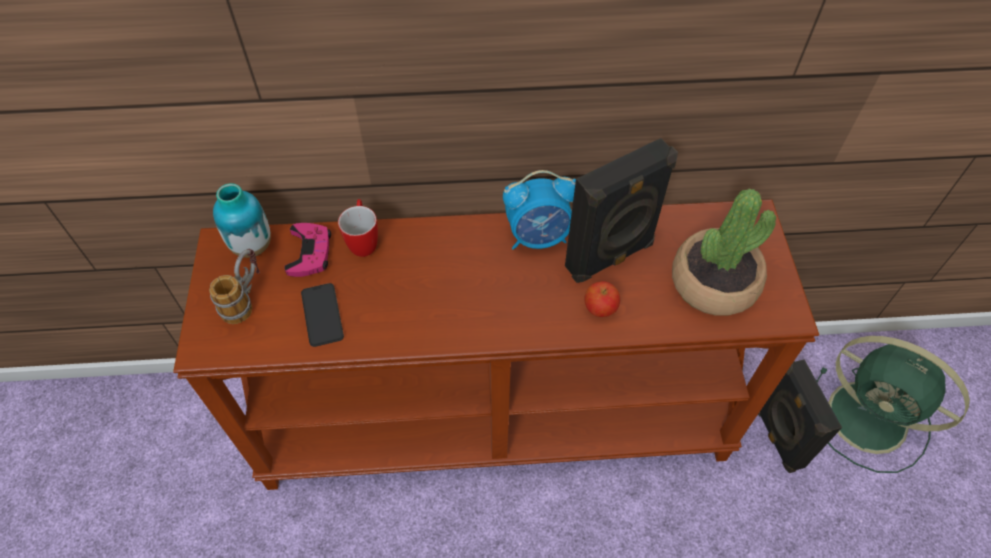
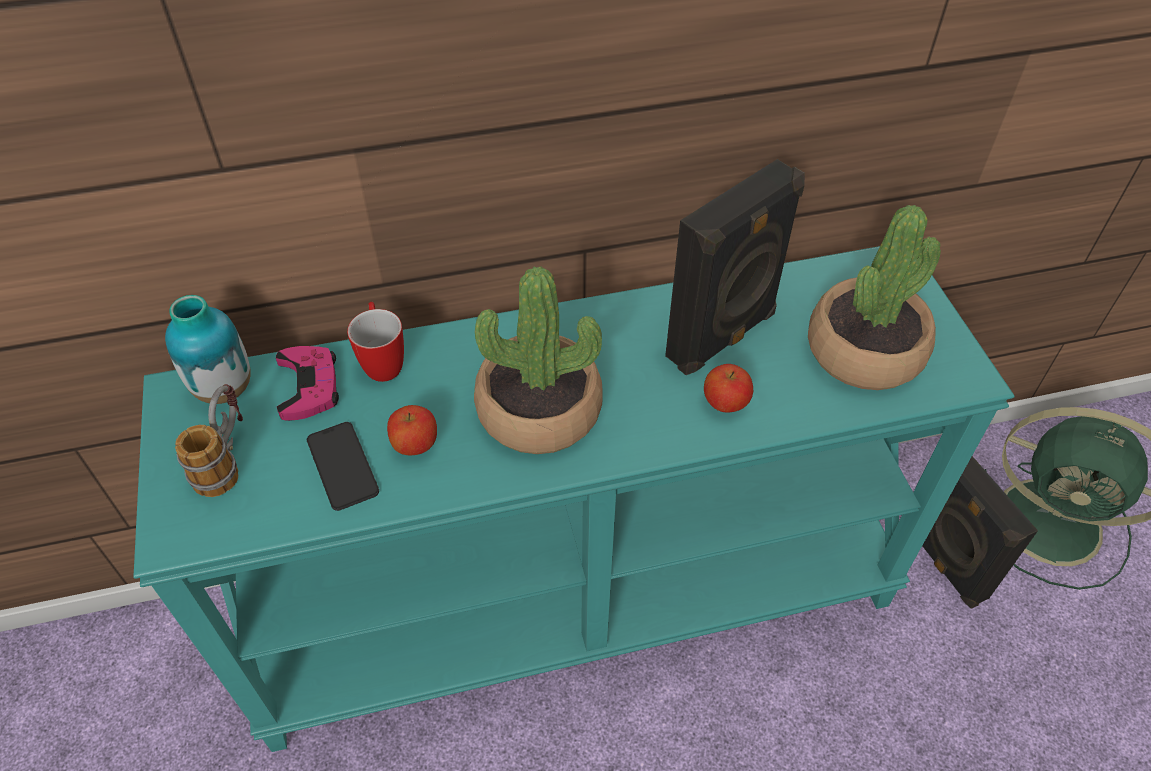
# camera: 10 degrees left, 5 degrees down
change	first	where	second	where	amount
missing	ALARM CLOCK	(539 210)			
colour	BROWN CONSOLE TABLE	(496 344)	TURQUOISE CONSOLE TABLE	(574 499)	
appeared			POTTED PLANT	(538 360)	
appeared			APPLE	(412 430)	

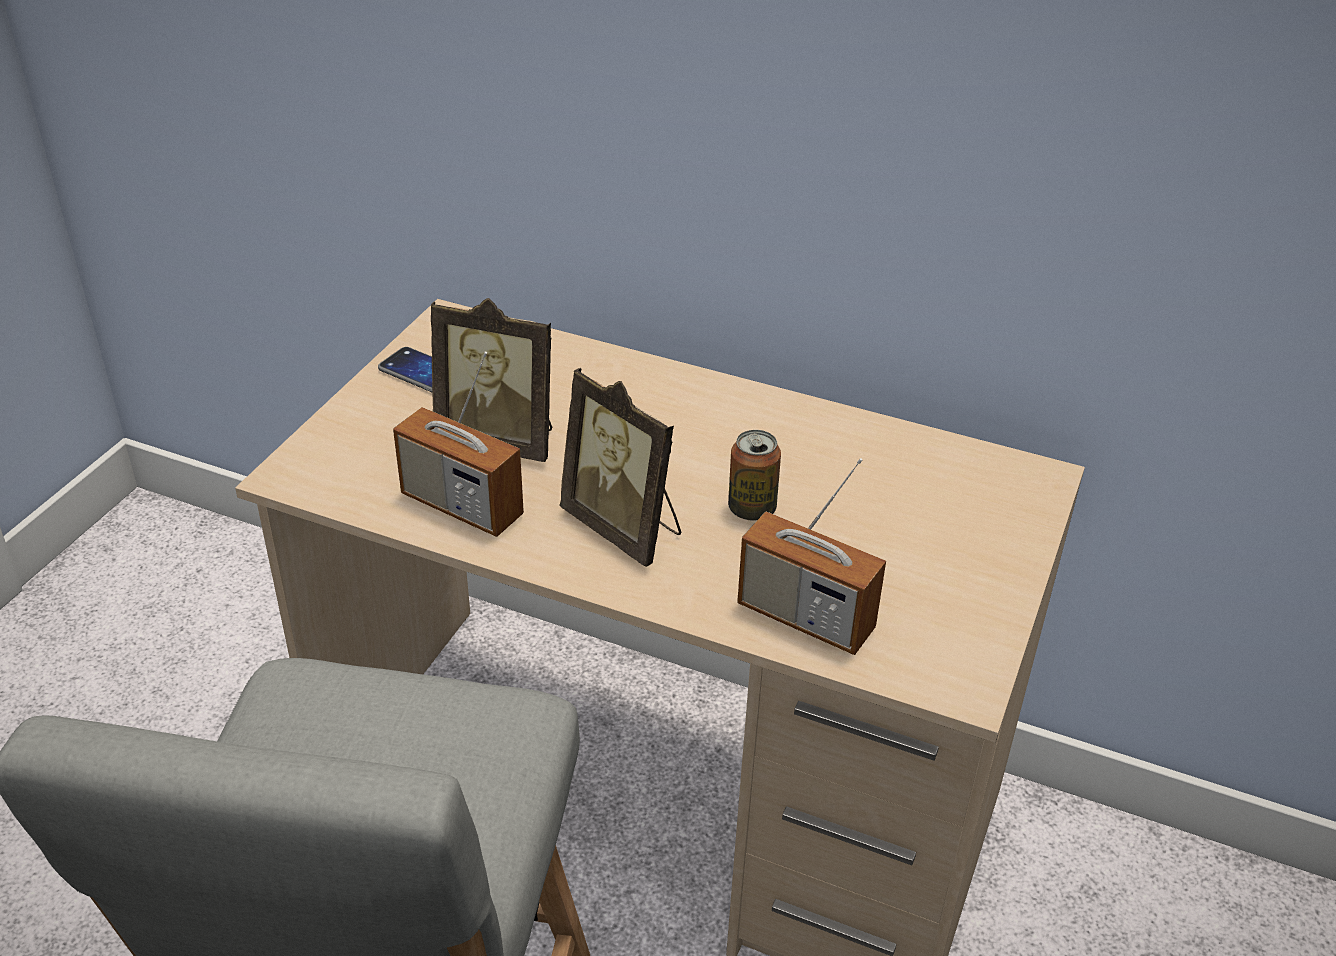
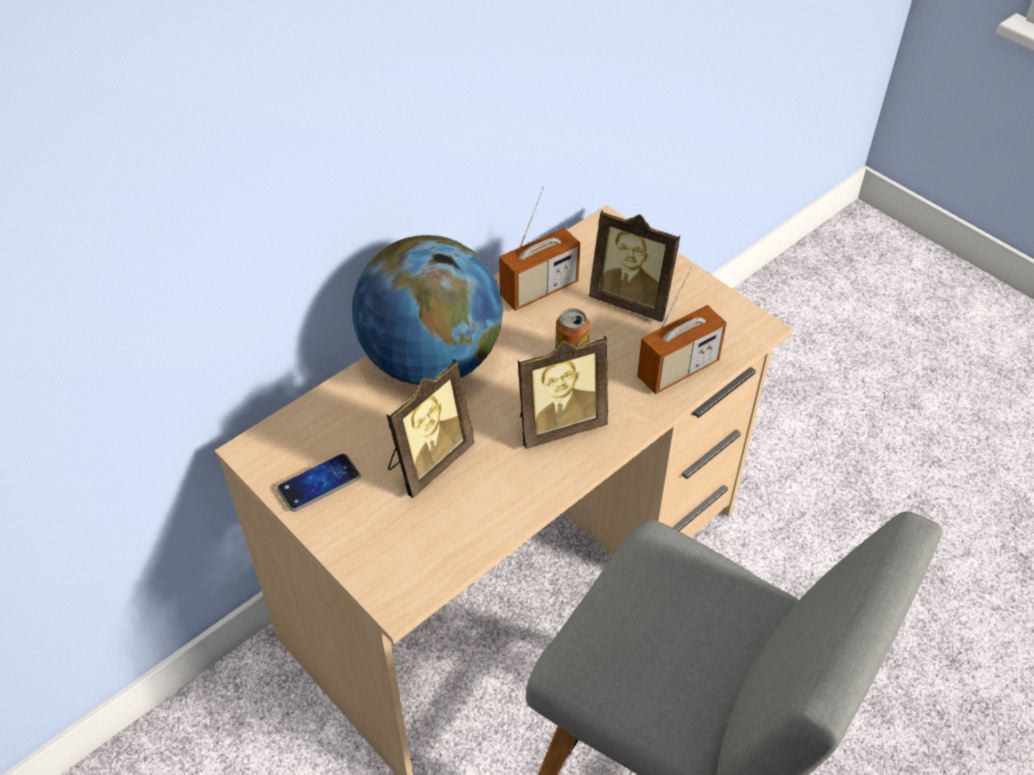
# camera: 65 degrees left, 10 degrees up
change	first	where	second	where	amount
relocated	RADIO	(458 444)		(540 249)	
appeared			PICTURE FRAME	(634 266)	
appeared			GLOBE	(427 310)	

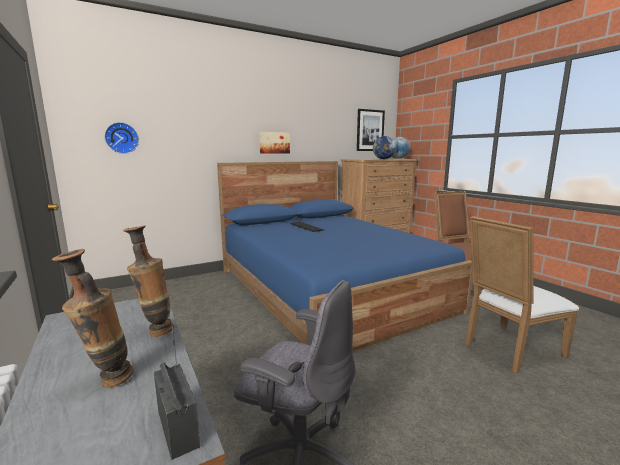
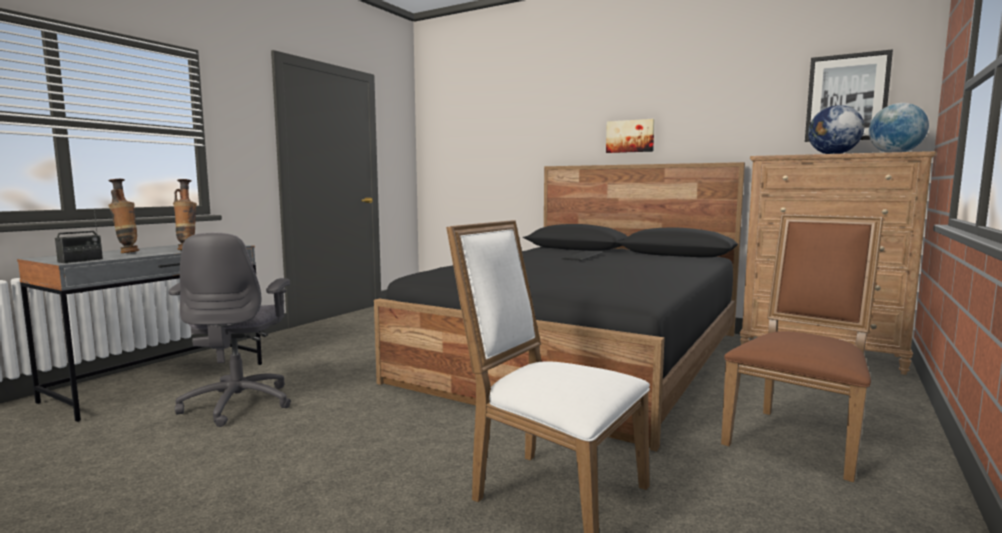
# camera: 60 degrees right, 5 degrees down
change	first	where	second	where	amount
missing	WALL CLOCK	(121 138)			
colour	BLUE BED	(344 256)	BLACK BED	(559 306)	

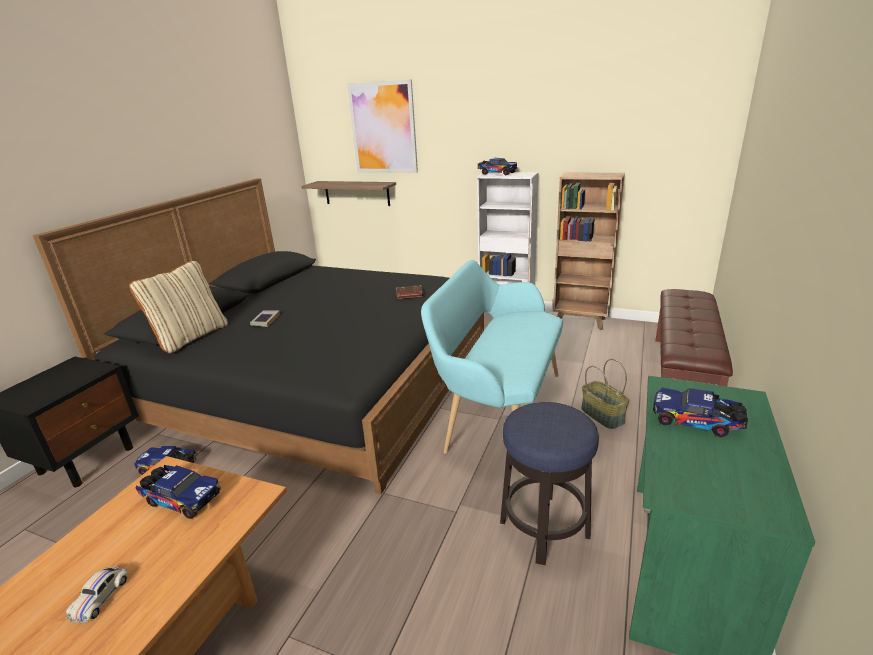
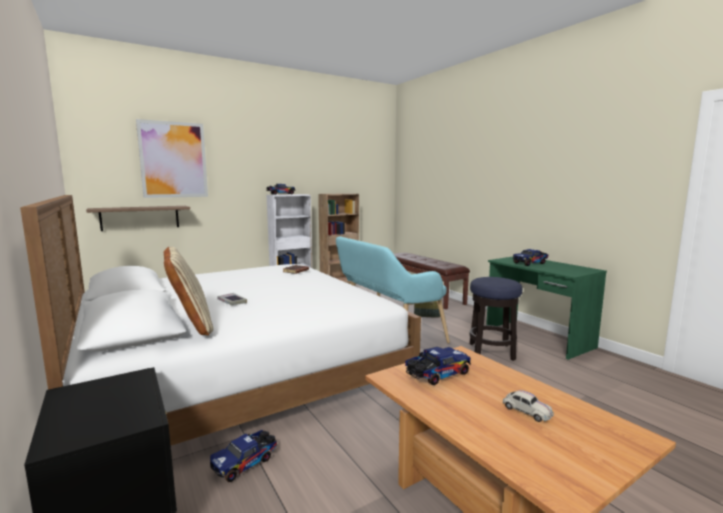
# camera: 55 degrees left, 15 degrees down
change	first	where	second	where	amount
colour	BLACK BED	(258 336)	WHITE BED	(220 320)	

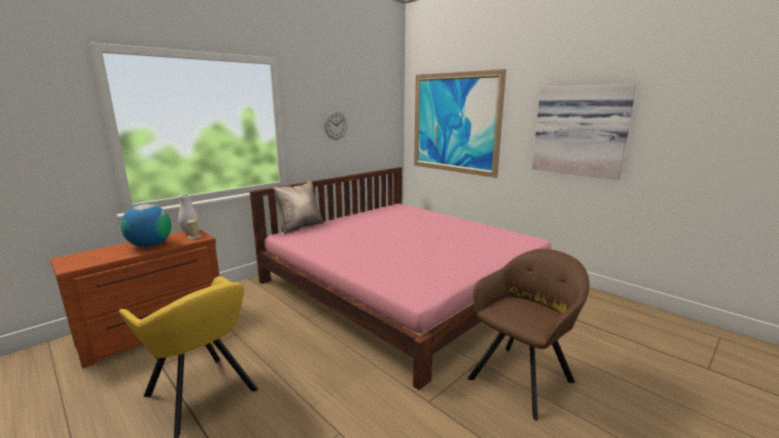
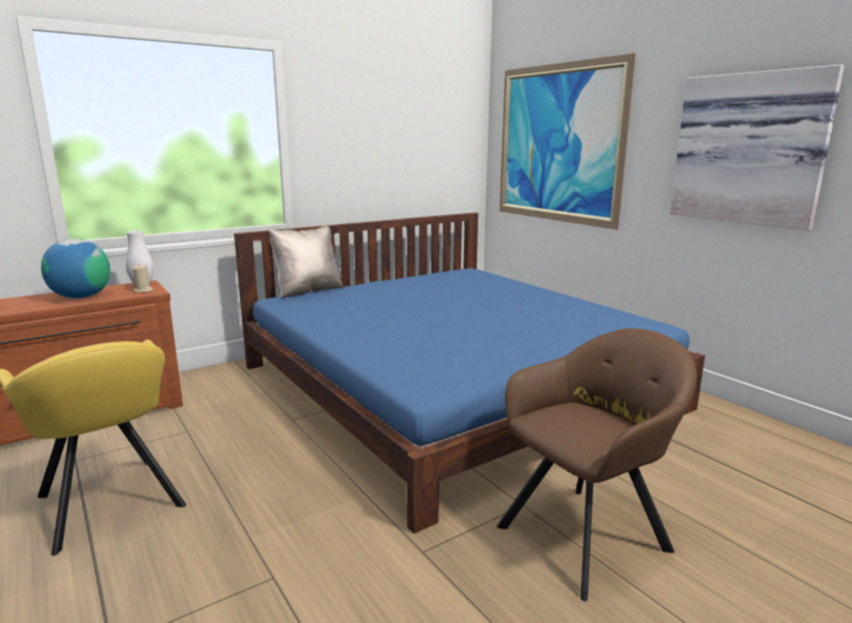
# camera: 10 degrees right, 0 degrees up
change	first	where	second	where	amount
missing	WALL CLOCK	(335 125)			
colour	PINK BED	(400 278)	BLUE BED	(469 372)	

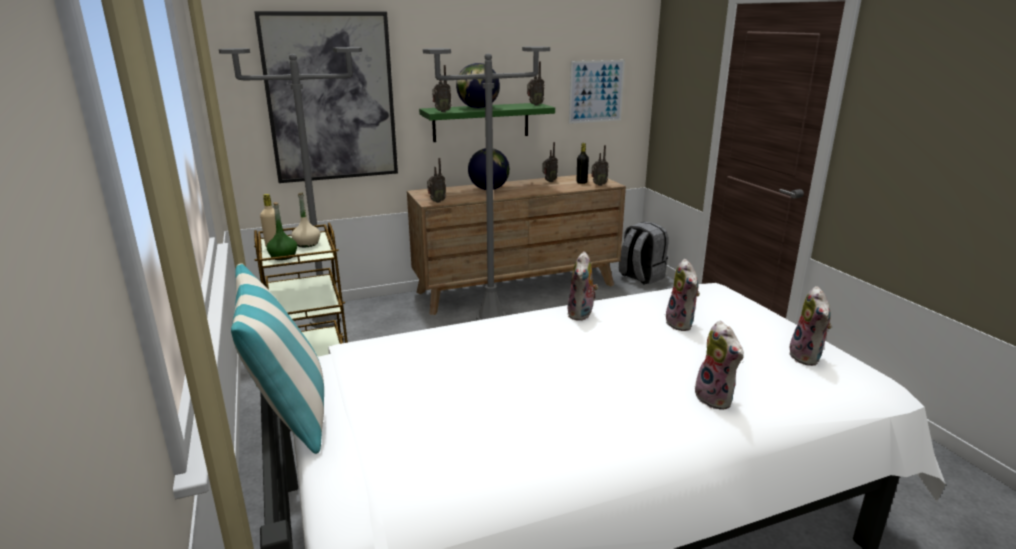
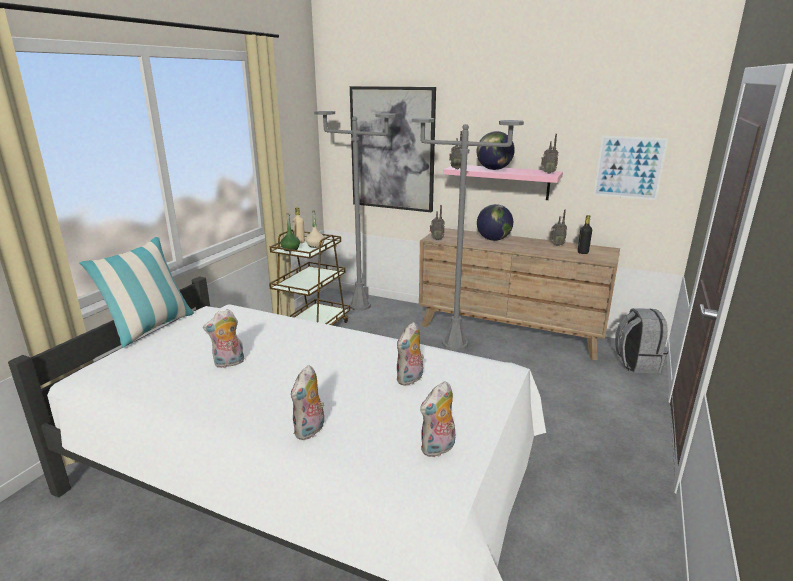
# camera: 45 degrees right, 0 degrees up
change	first	where	second	where	amount
colour	GREEN SHELF	(487 122)	PINK SHELF	(503 182)	
missing	RADIO	(600 165)			
relocated	PLUSH TOY	(582 286)		(223 338)	

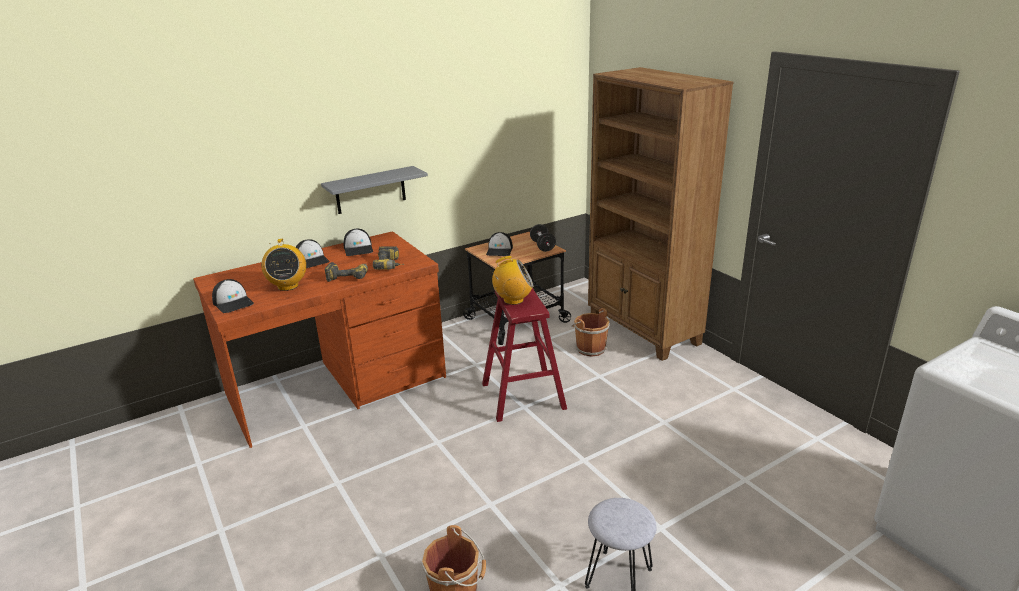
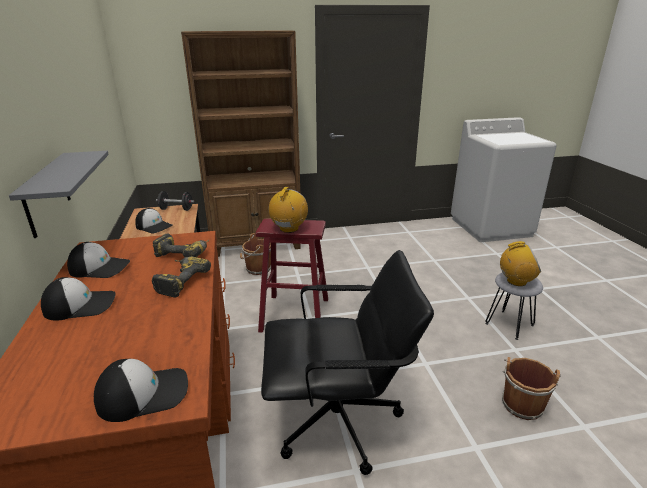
# camera: 70 degrees left, 0 degrees up
change	first	where	second	where	amount
relocated	RADIO	(283 265)		(520 263)	
appeared			BLACK OFFICE CHAIR	(347 362)	

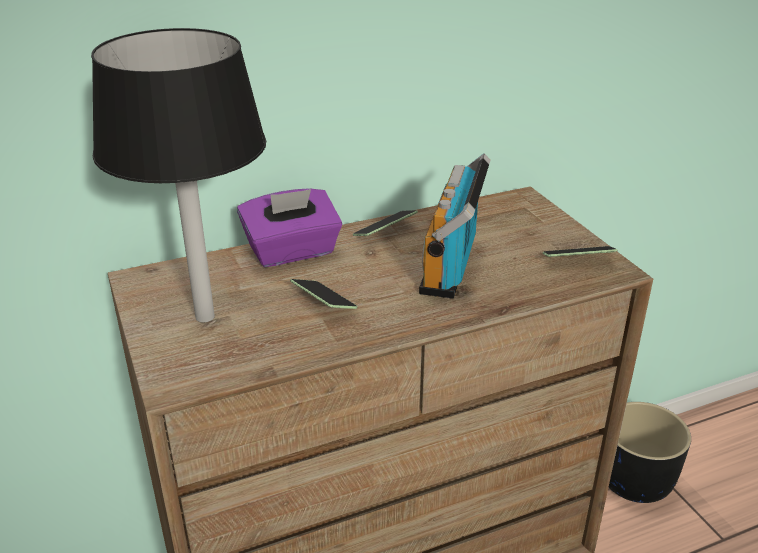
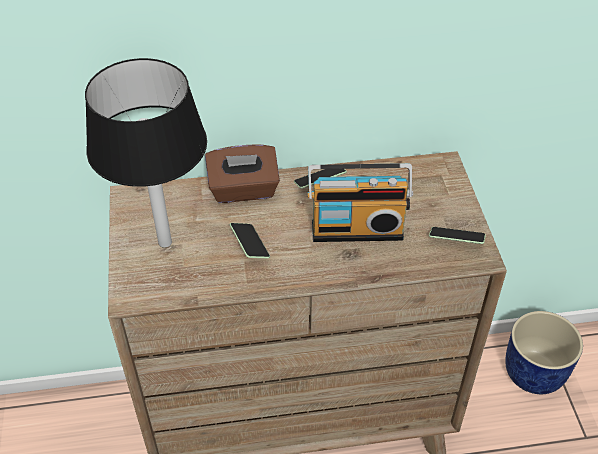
# camera: 15 degrees right, 15 degrees up
change	first	where	second	where	amount
spun	RADIO	(454 226)		(360 202)	120 degrees counterclockwise
colour	PURPLE TISSUE BOX	(289 227)	BROWN TISSUE BOX	(242 174)	
colour	BLACK PLANTER	(650 452)	BLUE PLANTER	(544 352)	

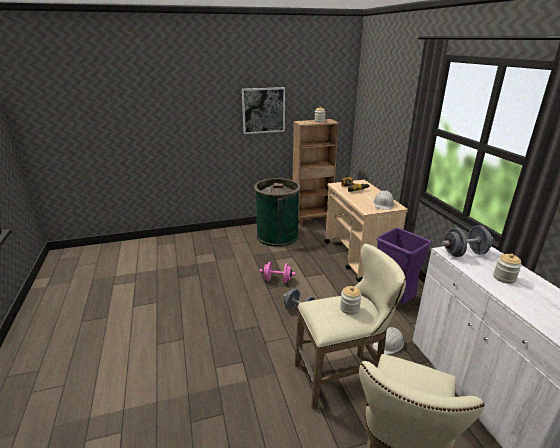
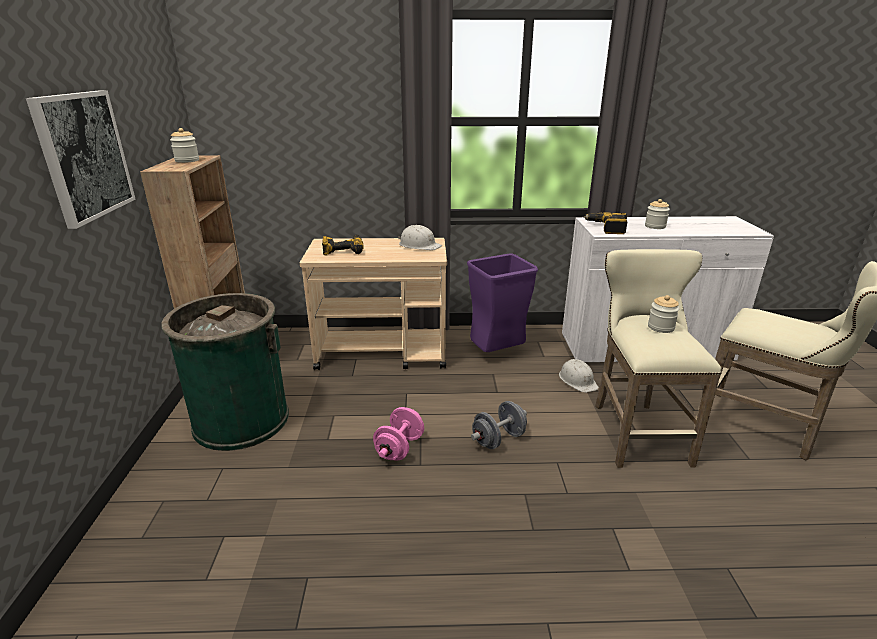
# camera: 75 degrees left, 0 degrees up
change	first	where	second	where	amount
exchanged	GREY DUMBBELL	(467 241)	POWER DRILL	(606 223)	

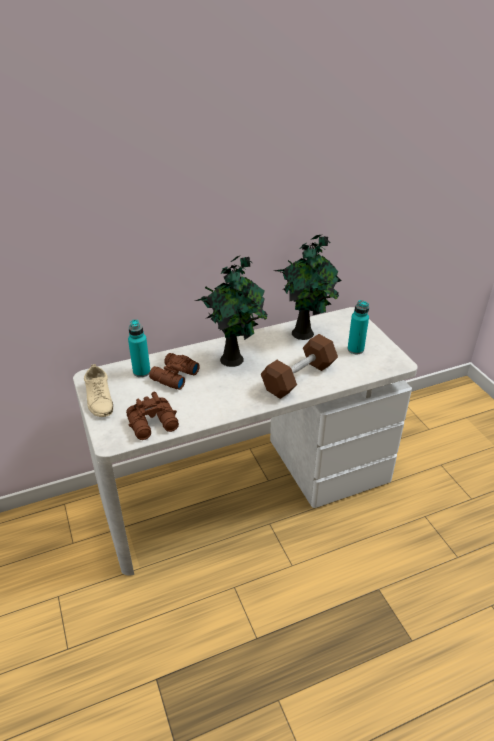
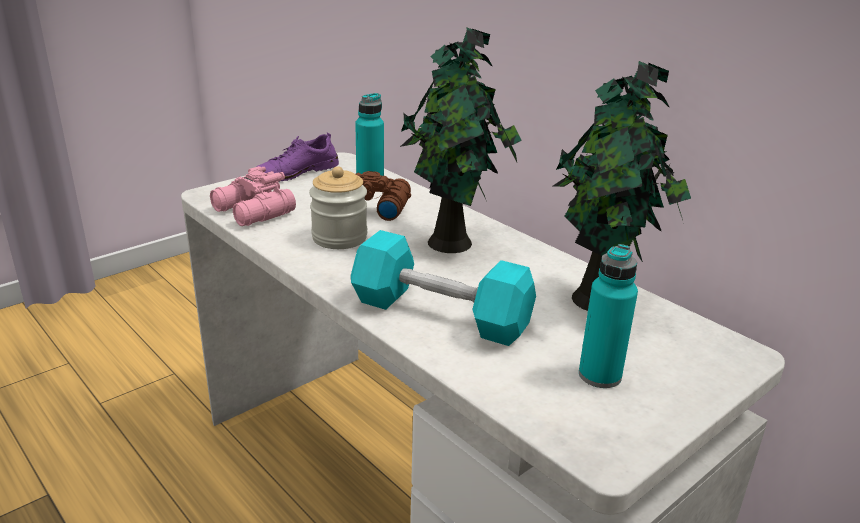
# camera: 70 degrees right, 10 degrees down
change	first	where	second	where	amount
colour	BROWN DUMBBELL	(299 366)	TURQUOISE DUMBBELL	(443 288)	
colour	BEIGE SHOE	(98 390)	PURPLE SHOE	(298 157)	
colour	BROWN BINOCULARS	(152 416)	PINK BINOCULARS	(253 196)	
appeared			JAR	(338 207)	

